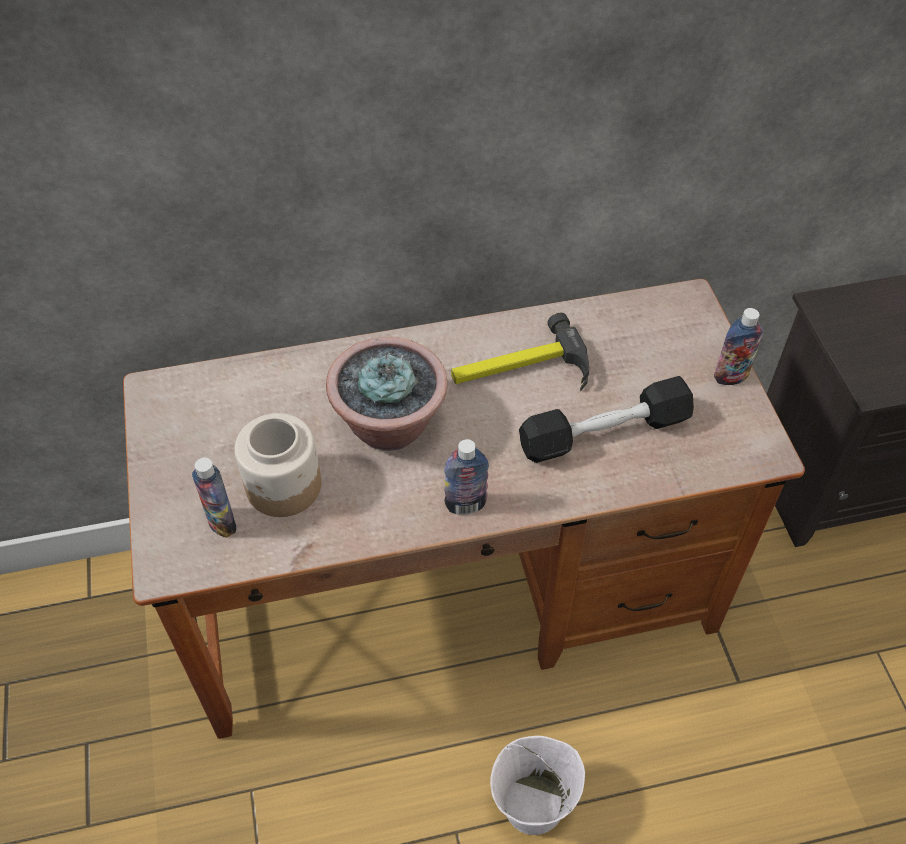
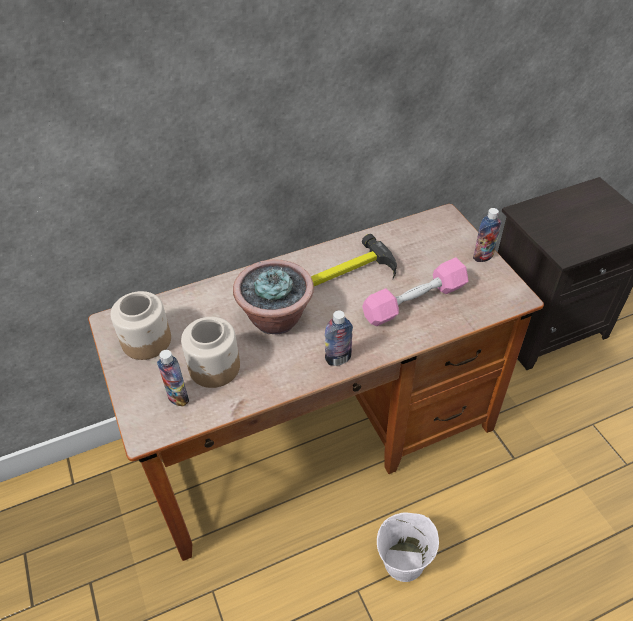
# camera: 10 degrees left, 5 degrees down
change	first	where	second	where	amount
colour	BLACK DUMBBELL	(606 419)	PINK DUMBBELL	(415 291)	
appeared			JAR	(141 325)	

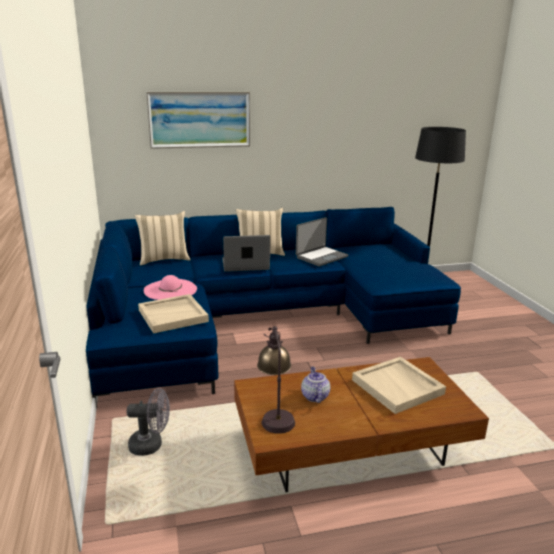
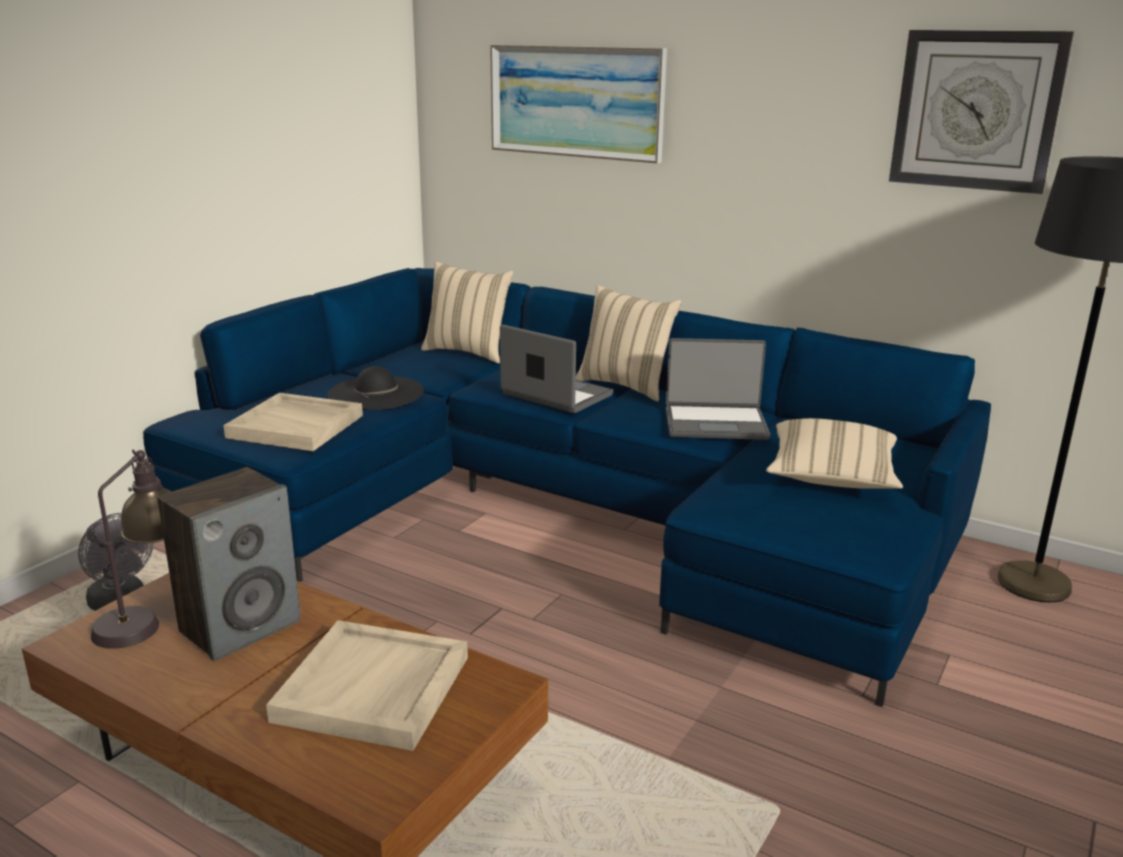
# camera: 45 degrees right, 0 degrees up
change	first	where	second	where	amount
colour	PINK HAT	(170 287)	BLACK HAT	(375 388)	
exchanged	TEAPOT	(315 385)	SPEAKER	(229 564)	
appeared			WALL CLOCK	(981 112)	
appeared			BEIGE PILLOW	(834 453)	

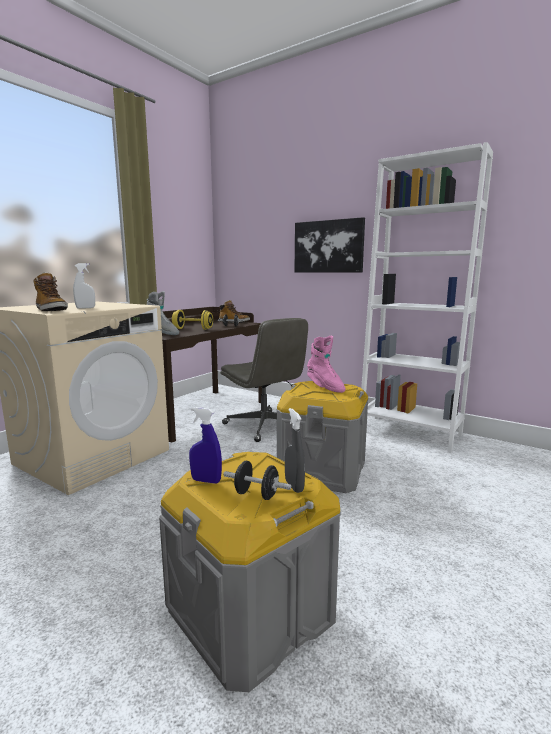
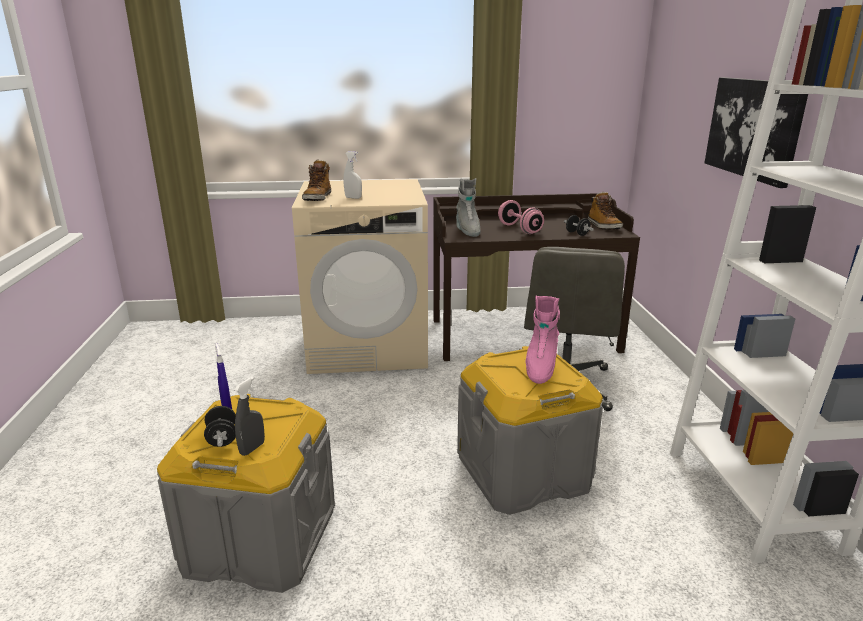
# camera: 50 degrees right, 10 degrees up
change	first	where	second	where	amount
colour	YELLOW DUMBBELL	(192 320)	PINK DUMBBELL	(521 217)	

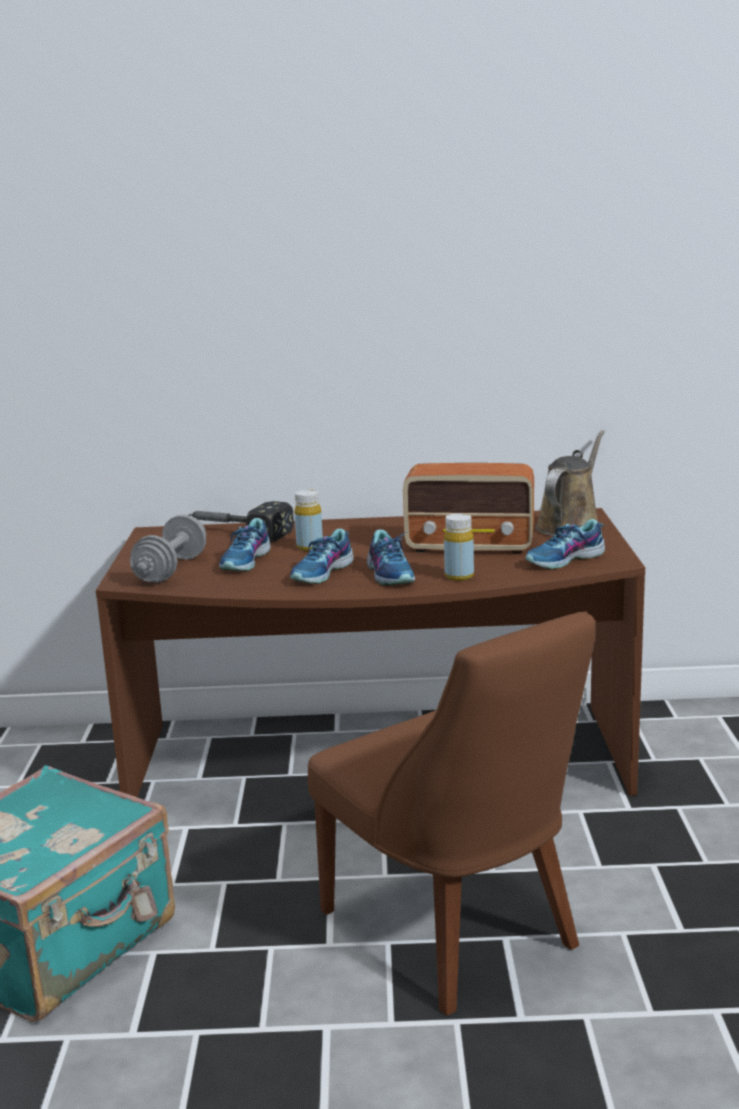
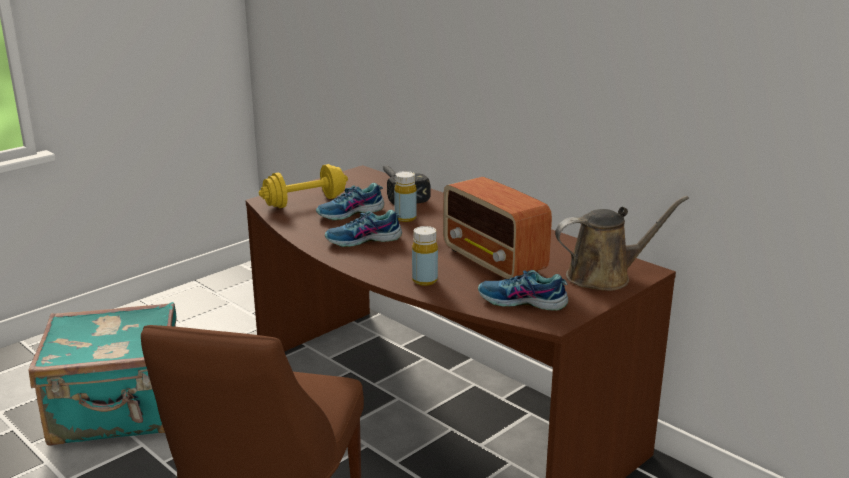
# camera: 45 degrees right, 5 degrees up
change	first	where	second	where	amount
colour	GREY DUMBBELL	(168 549)	YELLOW DUMBBELL	(303 186)	
missing	SHOE	(391 557)			

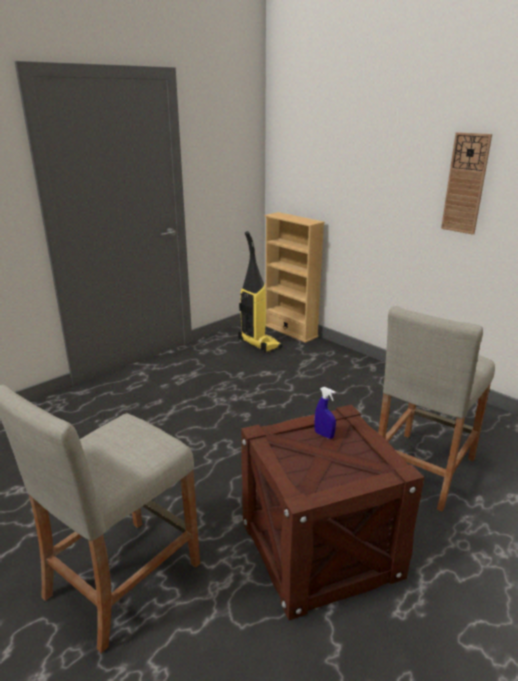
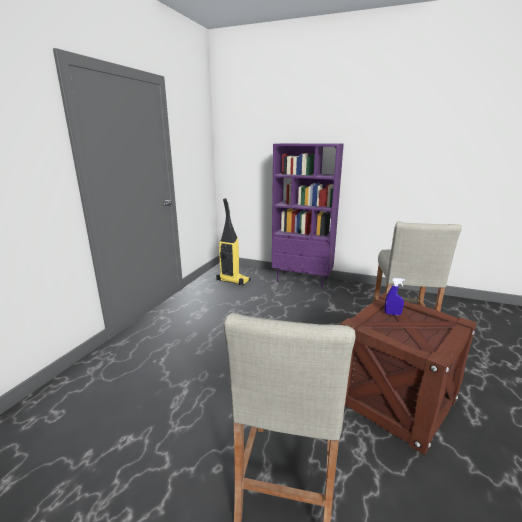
# camera: 25 degrees left, 5 degrees down
change	first	where	second	where	amount
missing	WALL CLOCK	(466 183)			
missing	BEIGE BOOKCASE	(294 277)			
appeared			PURPLE BOOKCASE	(308 215)	

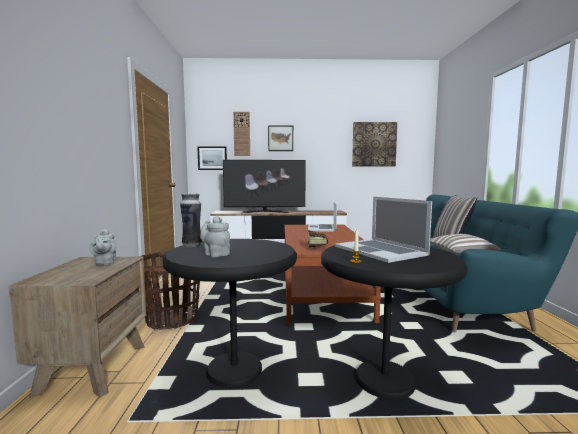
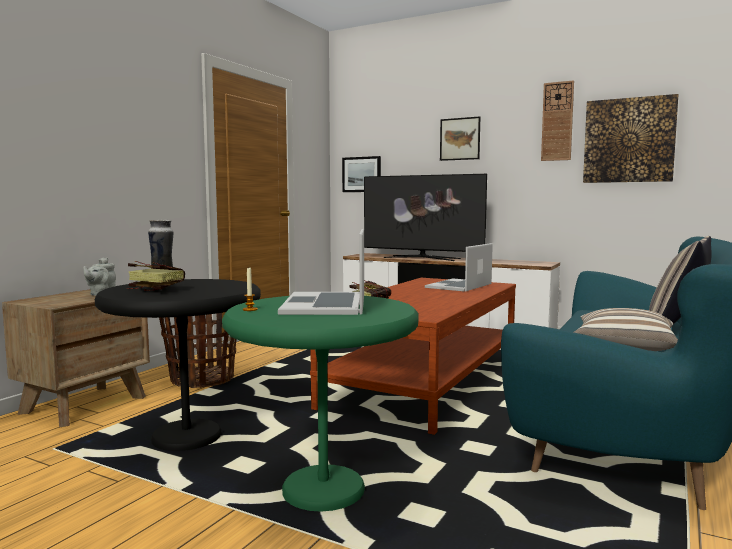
# camera: 30 degrees right, 0 degrees up
change	first	where	second	where	amount
relocated	WALL CLOCK	(241 134)		(557 120)	
exchanged	GREY TEAPOT	(215 237)	BOOK	(156 276)	
colour	BLACK SIDE TABLE	(394 322)	GREEN SIDE TABLE	(320 404)	

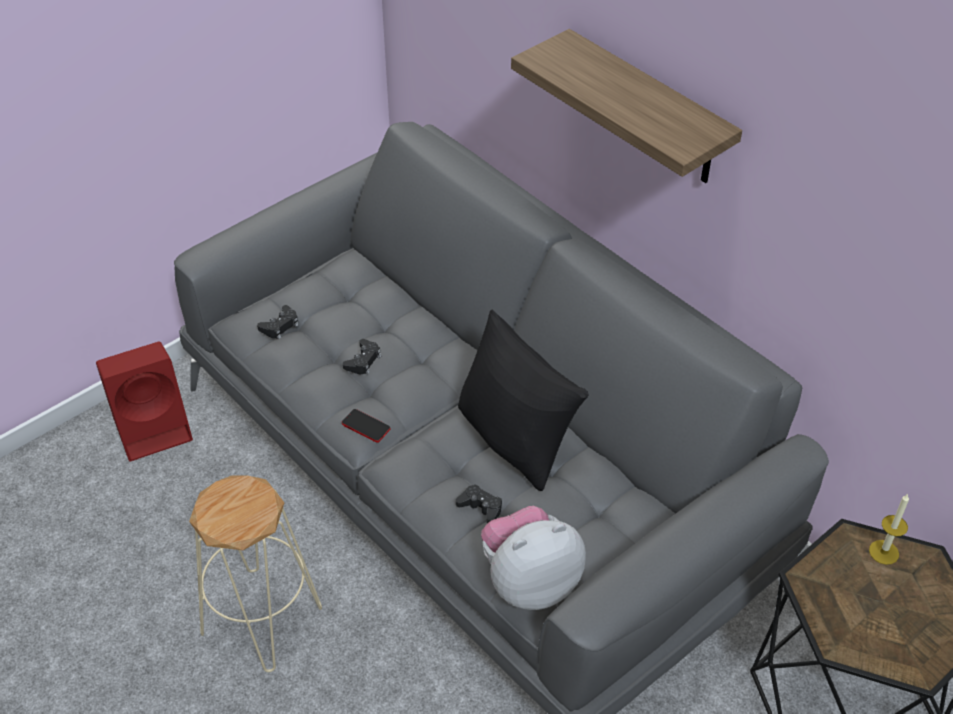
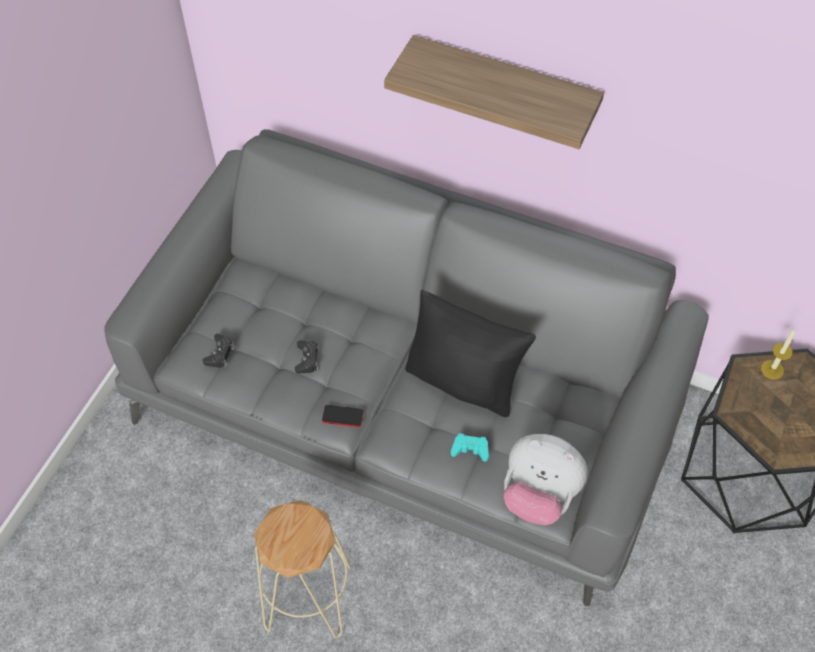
# camera: 25 degrees left, 10 degrees up
change	first	where	second	where	amount
missing	RED SPEAKER	(144 402)			
colour	BLACK GAME CONTROLLER	(479 503)	TURQUOISE GAME CONTROLLER	(470 447)	
spun	PLUSH TOY	(533 558)		(546 479)	105 degrees counterclockwise

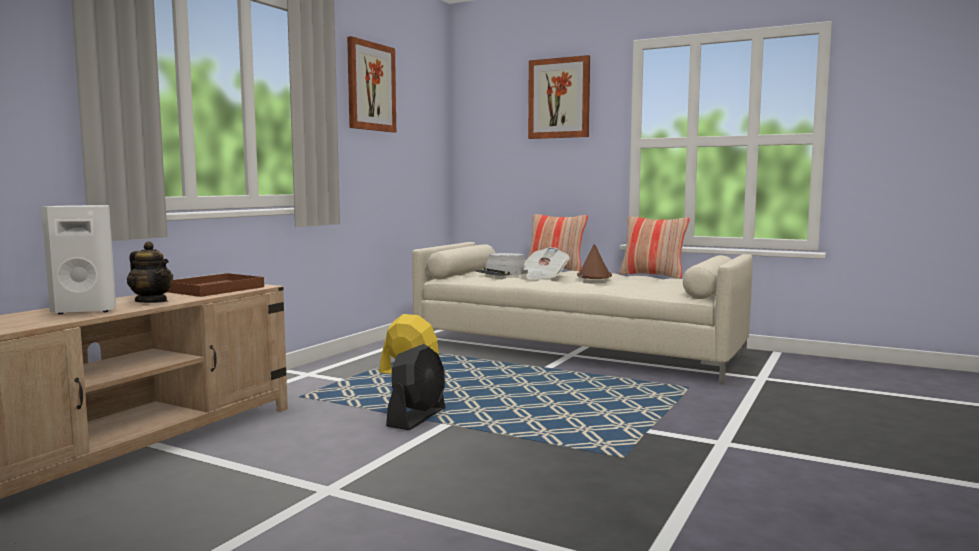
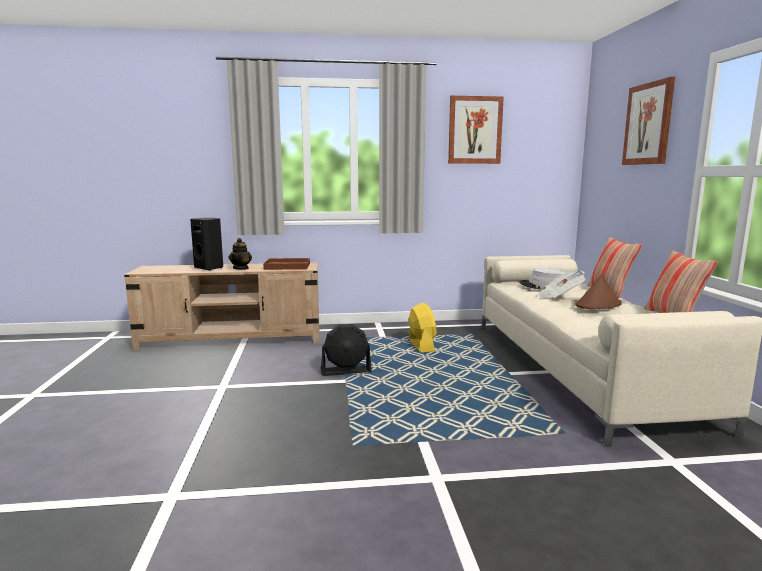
# camera: 55 degrees right, 5 degrees up
change	first	where	second	where	amount
colour	WHITE SPEAKER	(78 259)	BLACK SPEAKER	(206 244)	

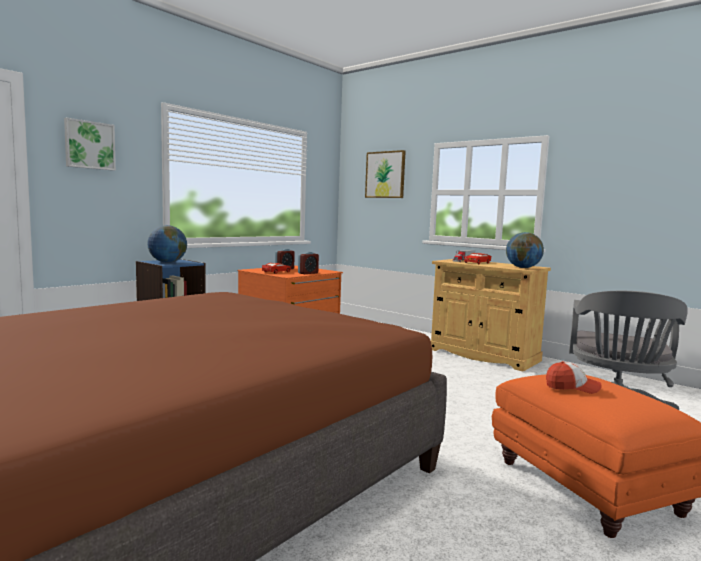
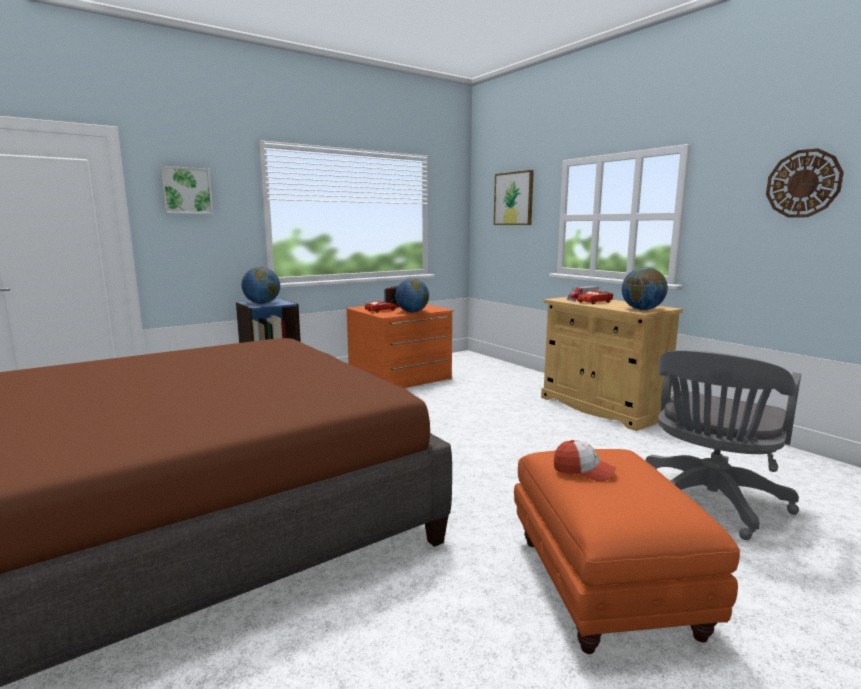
# camera: 15 degrees right, 5 degrees up
change	first	where	second	where	amount
exchanged	ALARM CLOCK	(308 263)	GLOBE	(412 296)	
appeared			WALL CLOCK	(805 183)	

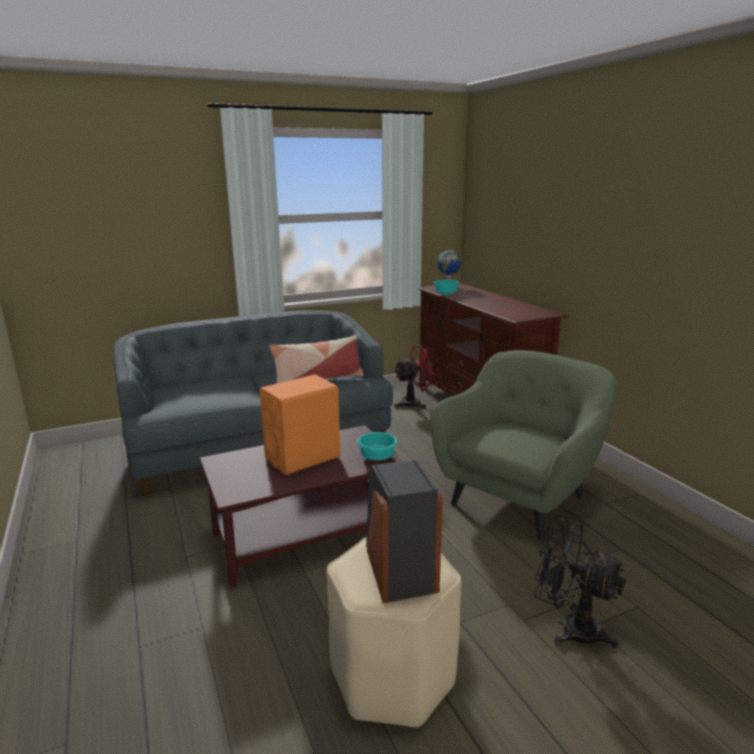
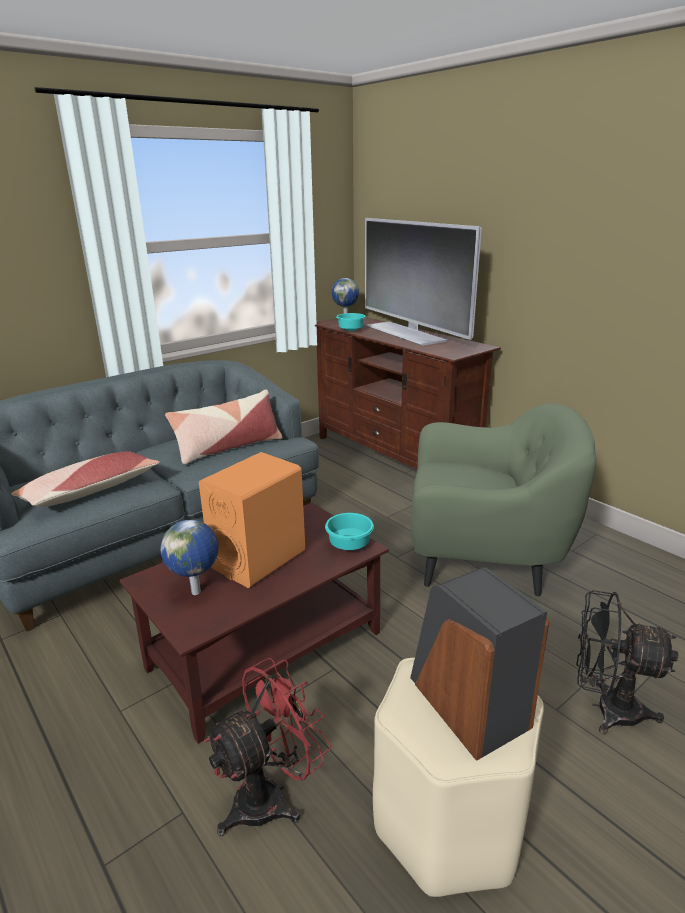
# camera: 15 degrees left, 5 degrees up
change	first	where	second	where	amount
relocated	RED FAN	(417 376)		(267 747)	
spun	GREEN ARMCHAIR	(523 445)		(503 499)	75 degrees clockwise
appeared			TELEVISION	(423 282)	
appeared			PILLOW	(85 479)	
appeared			GLOBE	(189 557)	

